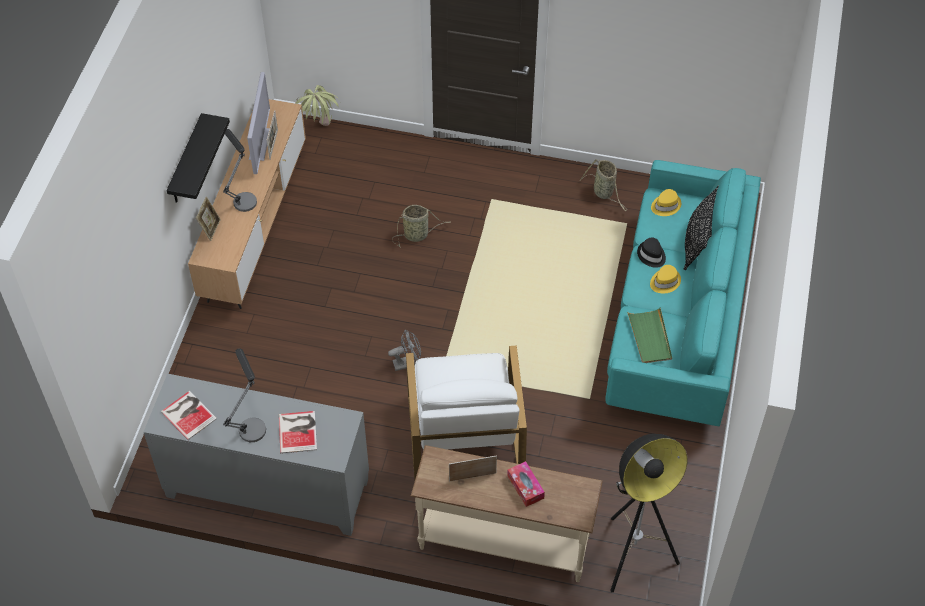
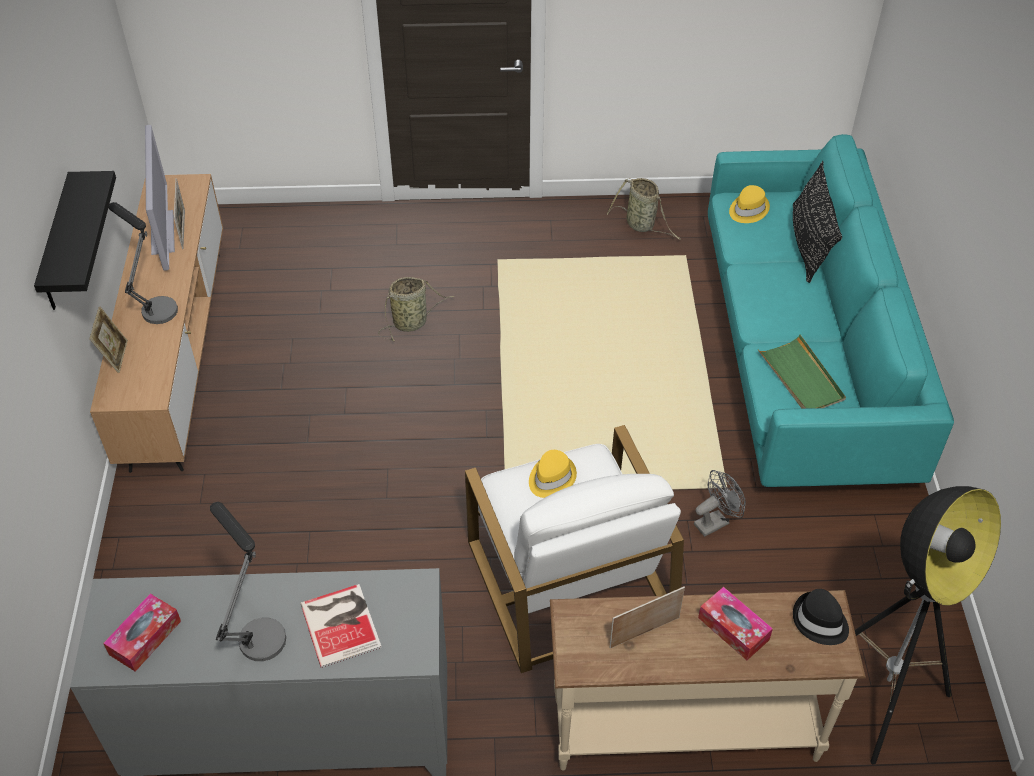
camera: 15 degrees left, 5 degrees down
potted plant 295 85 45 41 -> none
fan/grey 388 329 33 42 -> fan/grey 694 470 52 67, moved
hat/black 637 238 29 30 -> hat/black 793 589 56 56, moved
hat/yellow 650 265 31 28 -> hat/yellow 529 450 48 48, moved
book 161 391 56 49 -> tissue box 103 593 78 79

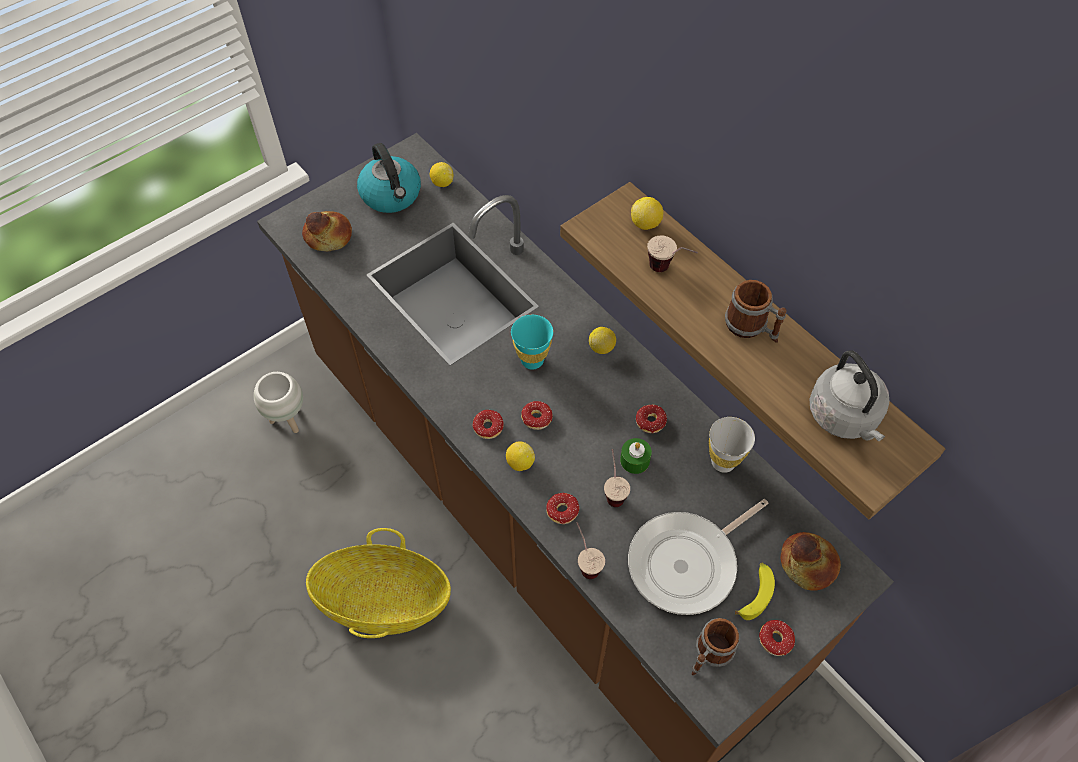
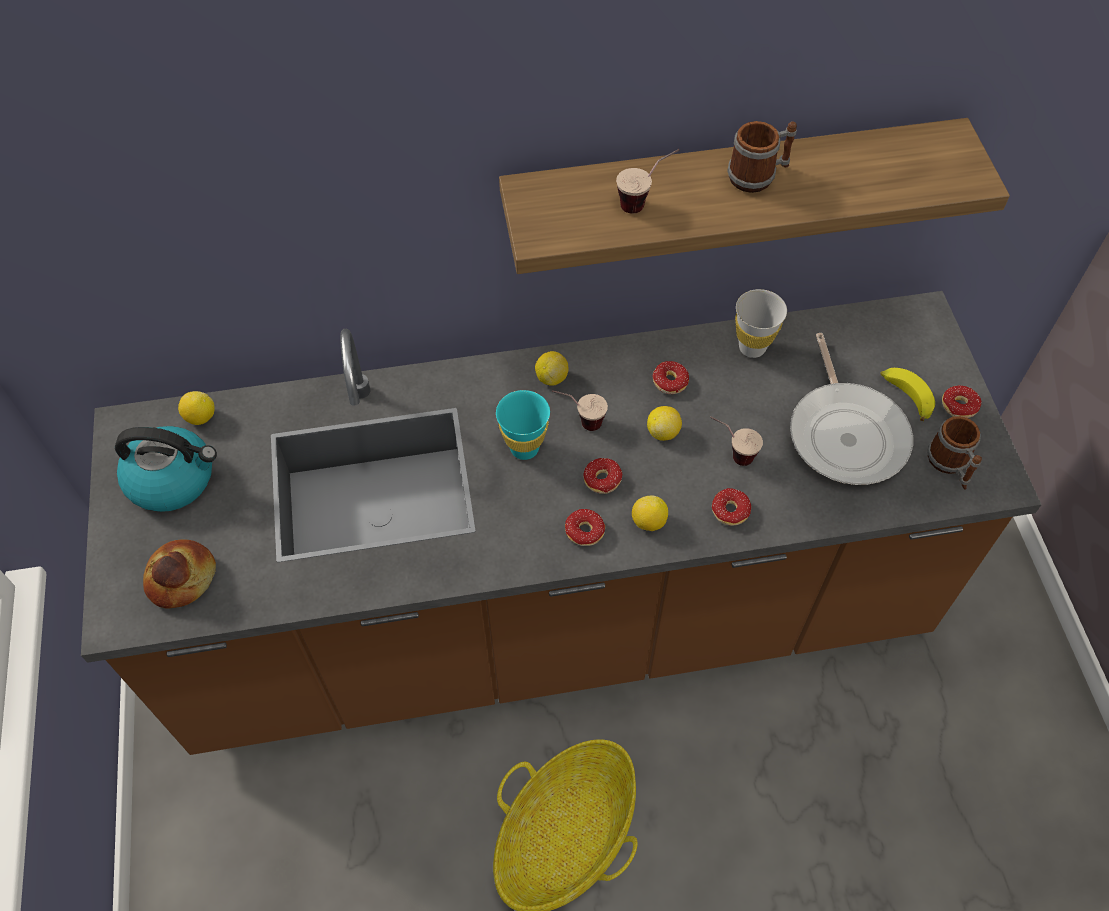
camera: 60 degrees left, 0 degrees up
planter/white 254 372 49 61 -> none
candle/green 620 438 32 36 -> none
bread 780 532 61 59 -> none
kettle/grey 810 350 79 91 -> none
cup 576 522 29 57 -> cup 552 390 56 41, moved
lemon 631 197 32 33 -> lemon 647 406 35 35, moved

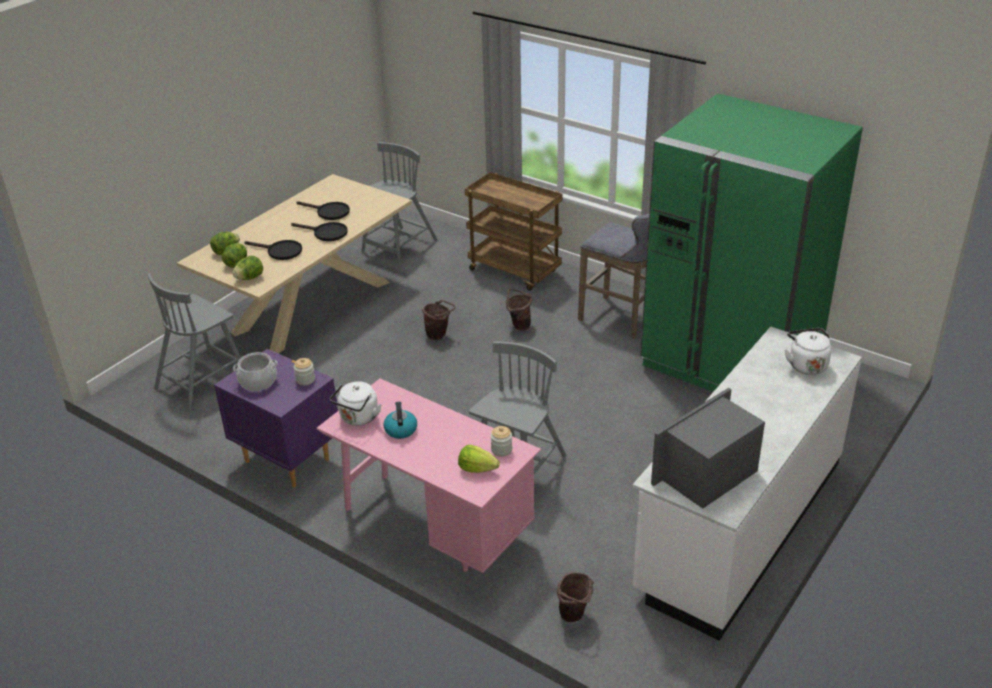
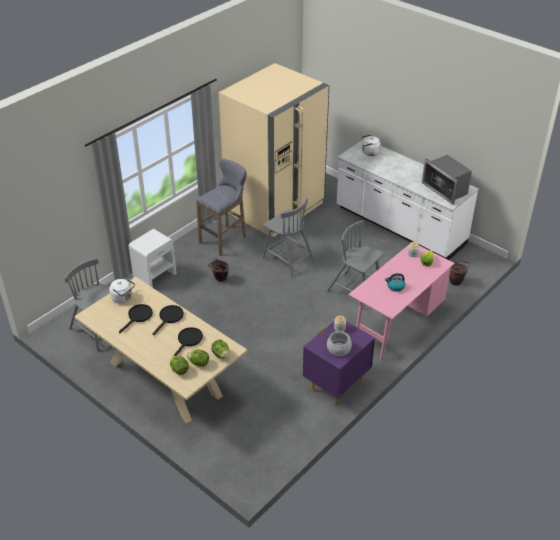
camera: 85 degrees left, 5 degrees up
bucket/brown 422 300 33 40 -> none
chair/grey 148 273 93 138 -> chair/grey 262 198 54 79, moved
kettle/white 330 381 51 45 -> kettle/white 109 278 26 26, moved
cart/brown 465 172 97 119 -> nightstand/white 129 229 48 59
fridge/green 640 93 223 299 -> fridge/beige 219 63 110 174

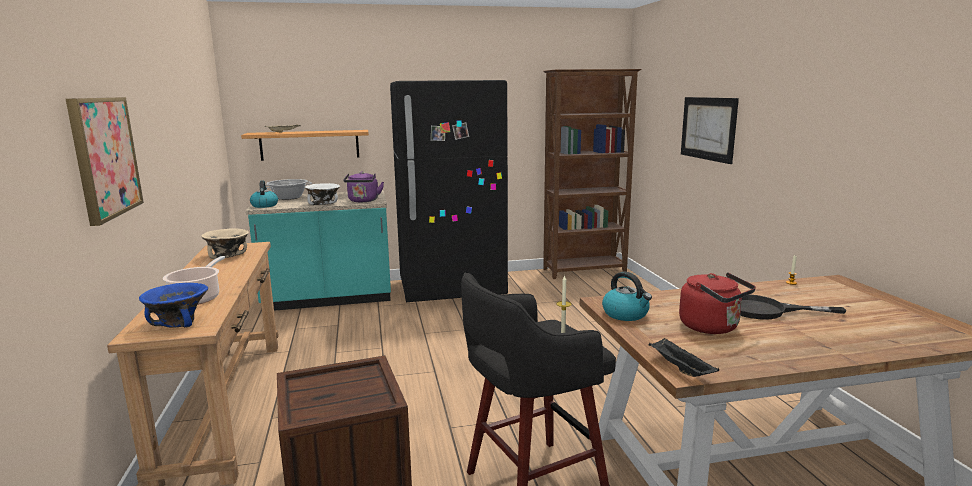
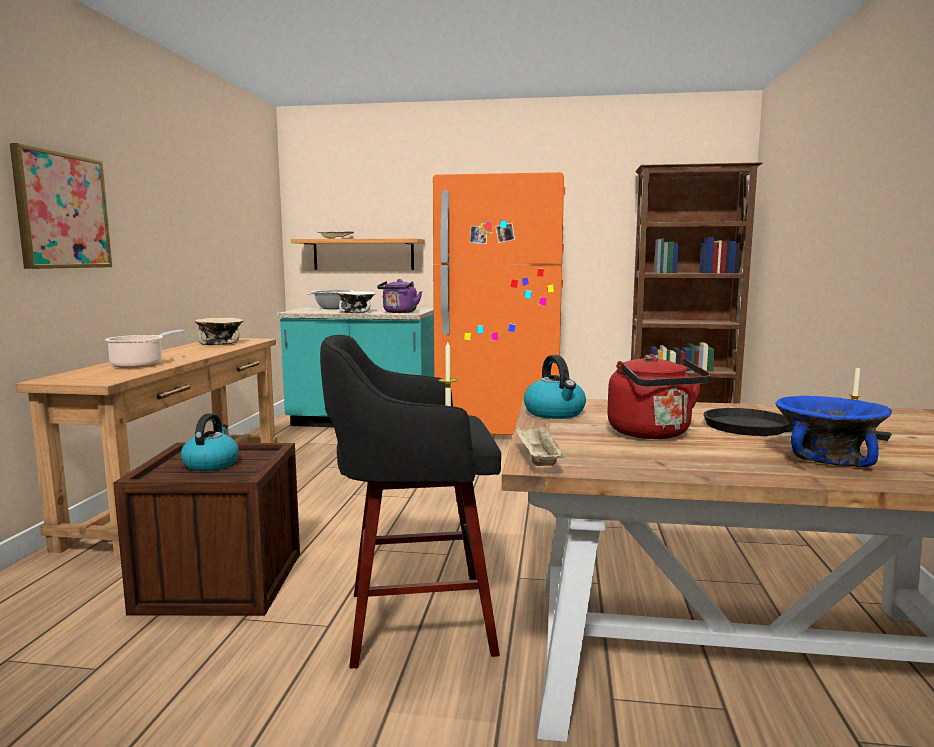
camera: 20 degrees right, 5 degrees down
picture 681 97 58 67 -> none
bowl/blue 139 283 69 45 -> bowl/blue 775 396 117 72, moved
kettle 250 180 28 28 -> kettle 180 413 59 58, moved
fridge/black 390 80 118 222 -> fridge/orange 433 172 132 263
tray/black 649 338 70 39 -> tray/beige 514 424 51 42

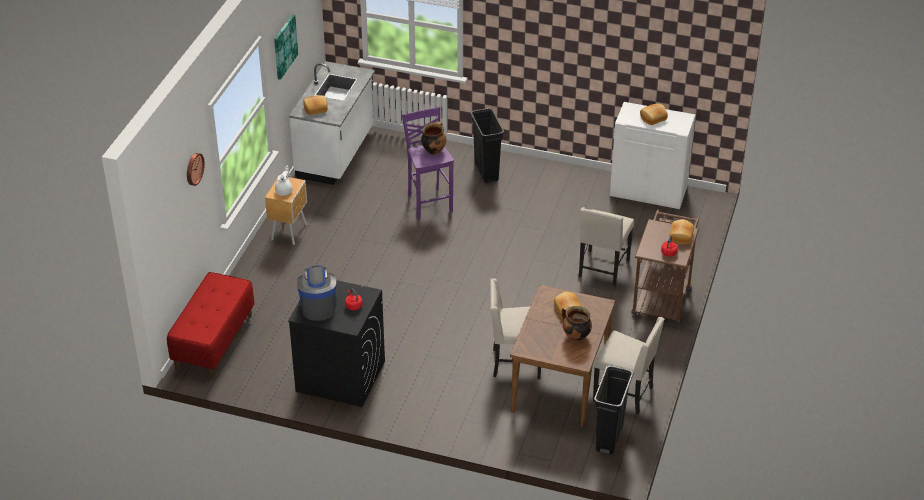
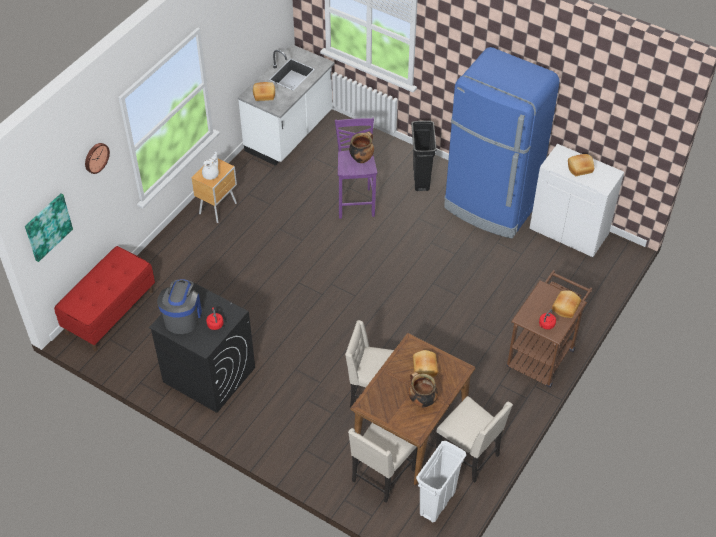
camera: 15 degrees right, 10 degrees up
none -> fridge/blue 444 47 116 191
picture 274 14 24 66 -> picture 25 194 48 68, moved
chair/beige 579 207 55 79 -> chair/beige 348 423 70 80, moved
trash can/black 594 365 40 89 -> trash can/white 416 441 50 81

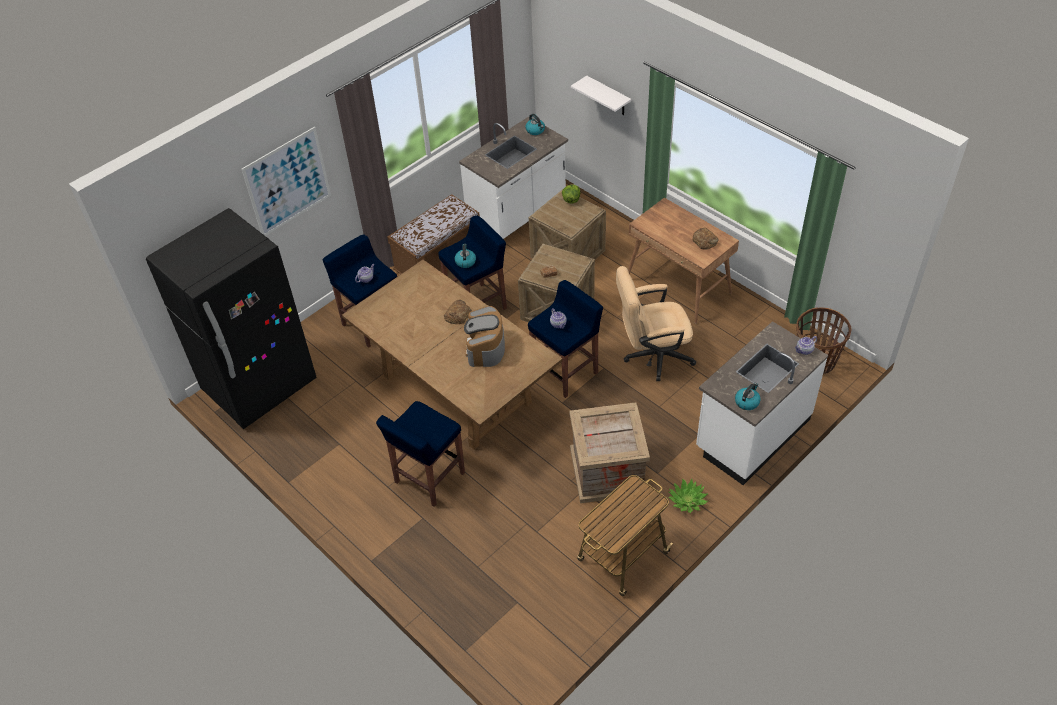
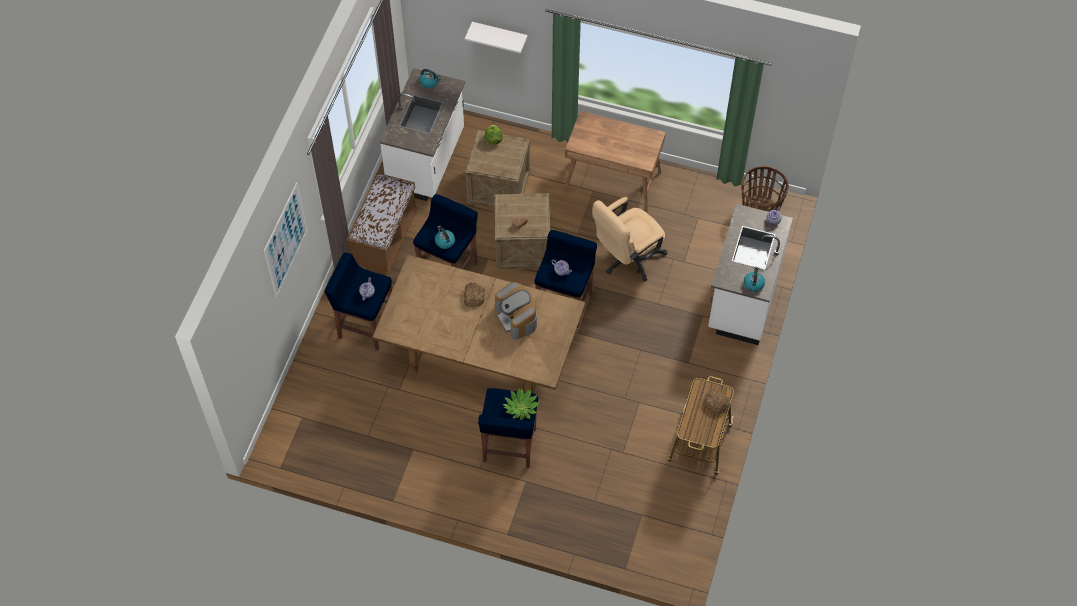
camera: 30 degrees left, 10 degrees up
fridge/black 146 208 170 221 -> none
crate 569 402 81 101 -> none
potted plant 668 478 40 35 -> potted plant 502 388 38 32, moved
bread 693 227 26 23 -> bread 704 389 26 25, moved

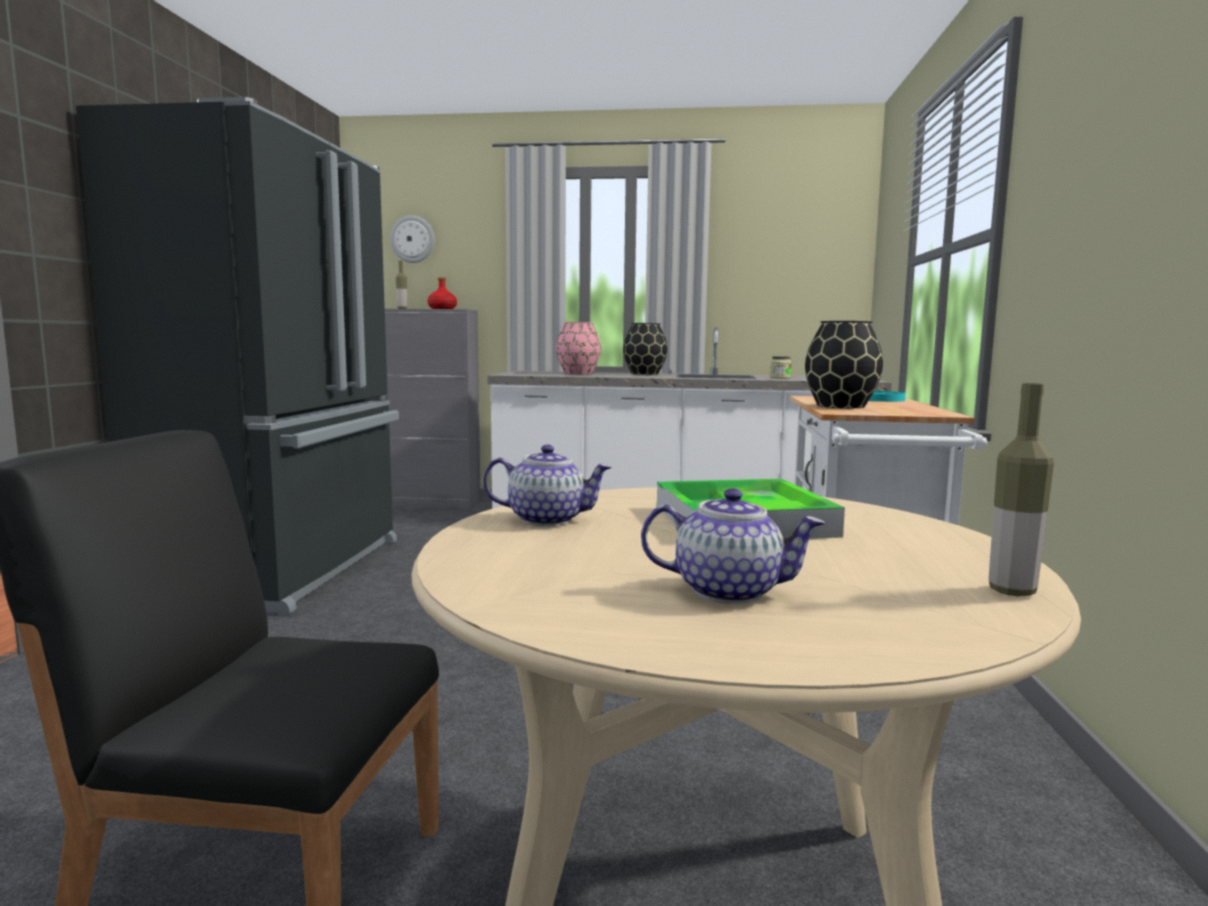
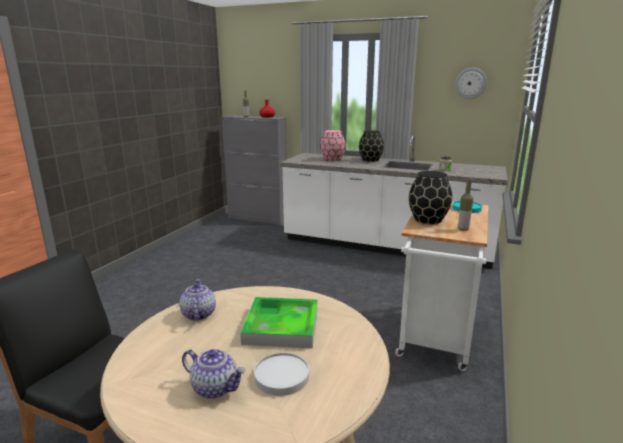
camera: 15 degrees right, 10 degrees up
fridge/black 76 97 323 517 -> none
none -> plate/white 254 353 55 43
wall clock 390 215 45 48 -> wall clock 455 68 32 31, moved
bottle 989 383 65 213 -> bottle 458 180 15 51, moved
teapot 483 445 129 81 -> teapot 179 279 37 42, 120 degrees counterclockwise

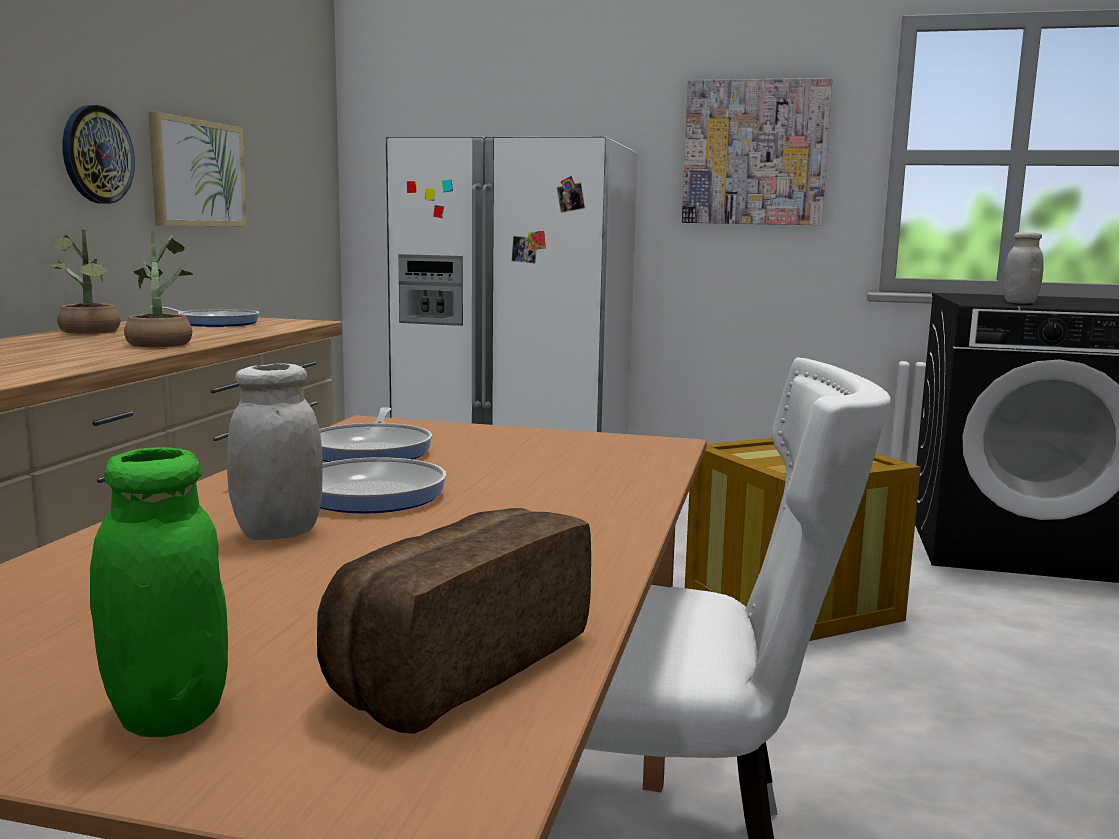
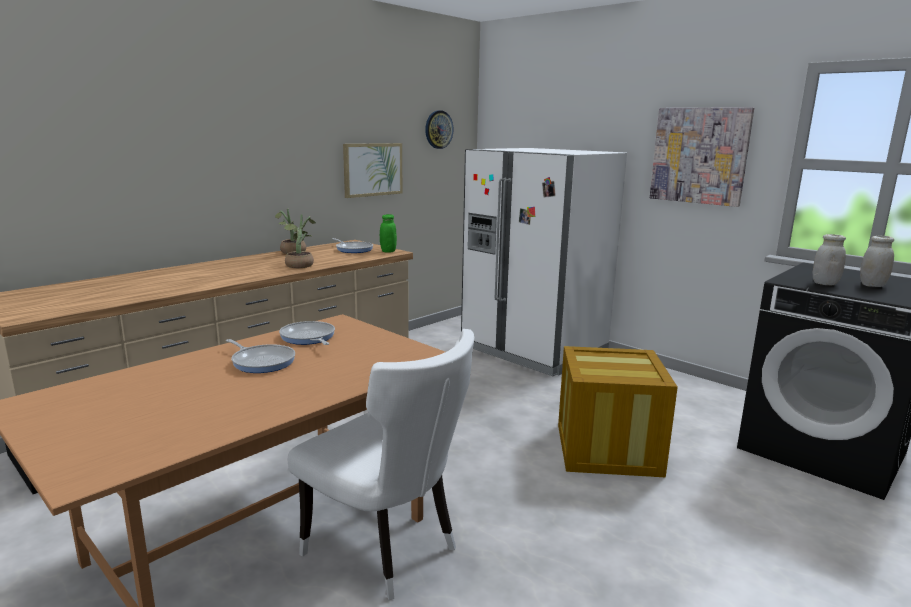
camera: 30 degrees right, 5 degrees up
bread 317 508 274 226 -> none
wall clock 62 105 73 99 -> wall clock 425 110 29 39, moved
jar/green 90 447 138 290 -> jar/green 380 214 17 39, moved
jar/white 227 364 96 176 -> jar/white 860 236 34 51, moved
frying pan 319 407 113 55 -> frying pan 279 321 56 24, 120 degrees clockwise

